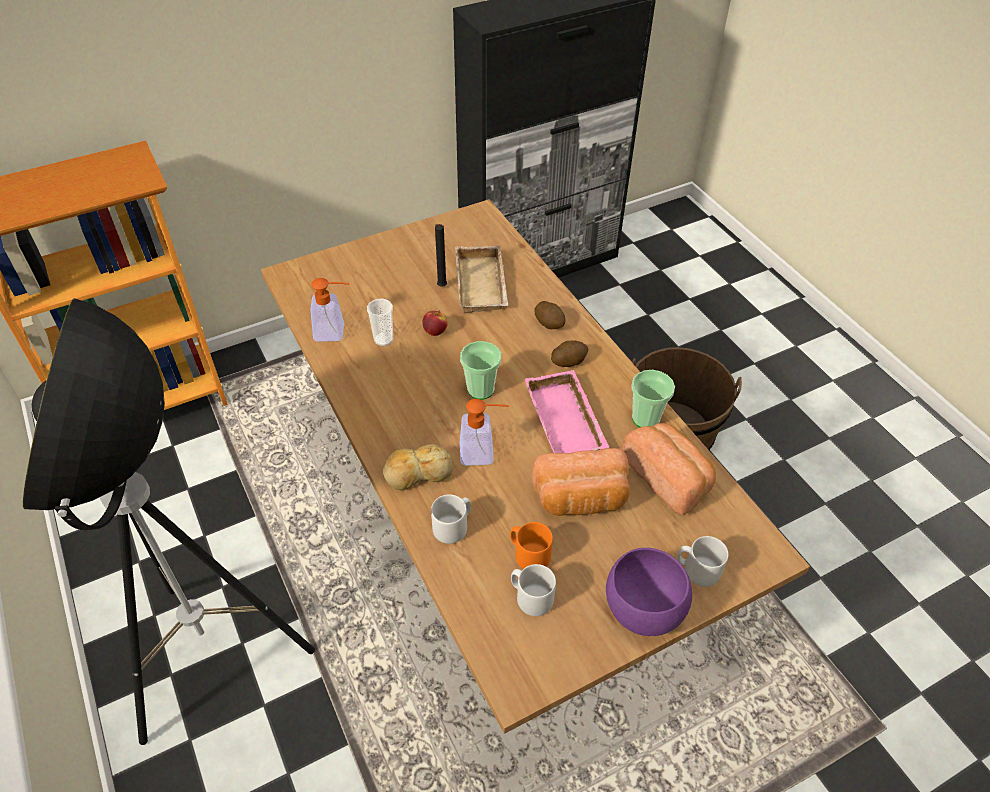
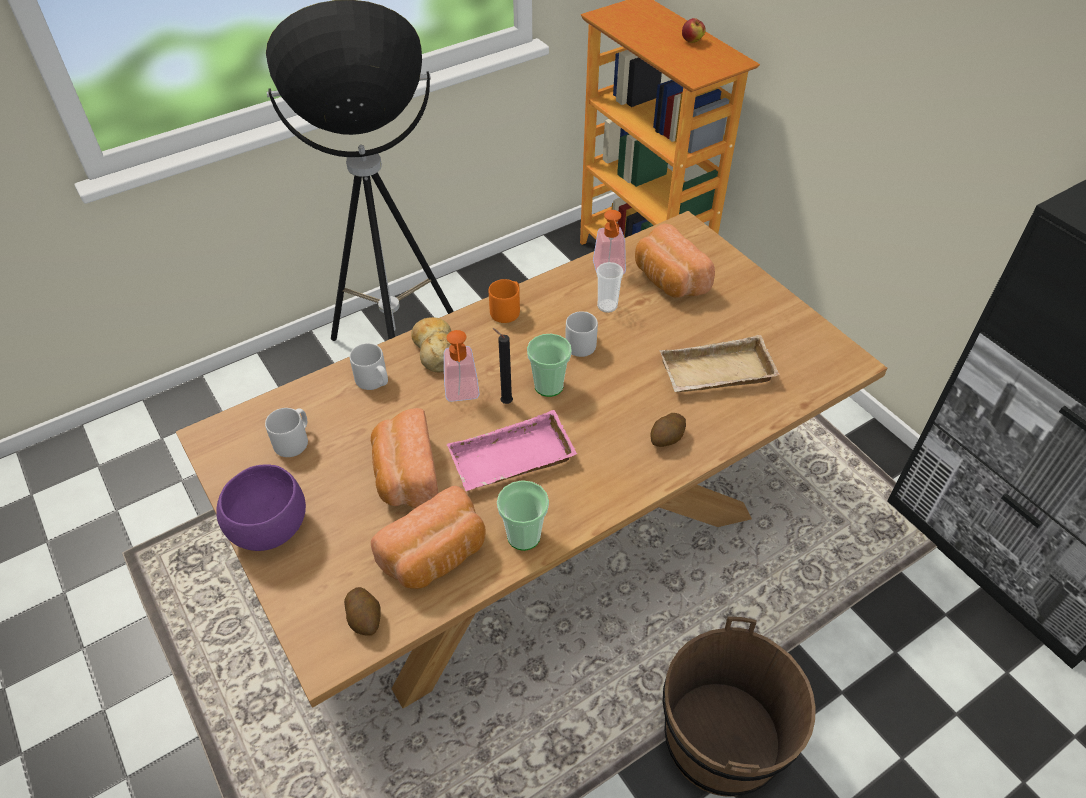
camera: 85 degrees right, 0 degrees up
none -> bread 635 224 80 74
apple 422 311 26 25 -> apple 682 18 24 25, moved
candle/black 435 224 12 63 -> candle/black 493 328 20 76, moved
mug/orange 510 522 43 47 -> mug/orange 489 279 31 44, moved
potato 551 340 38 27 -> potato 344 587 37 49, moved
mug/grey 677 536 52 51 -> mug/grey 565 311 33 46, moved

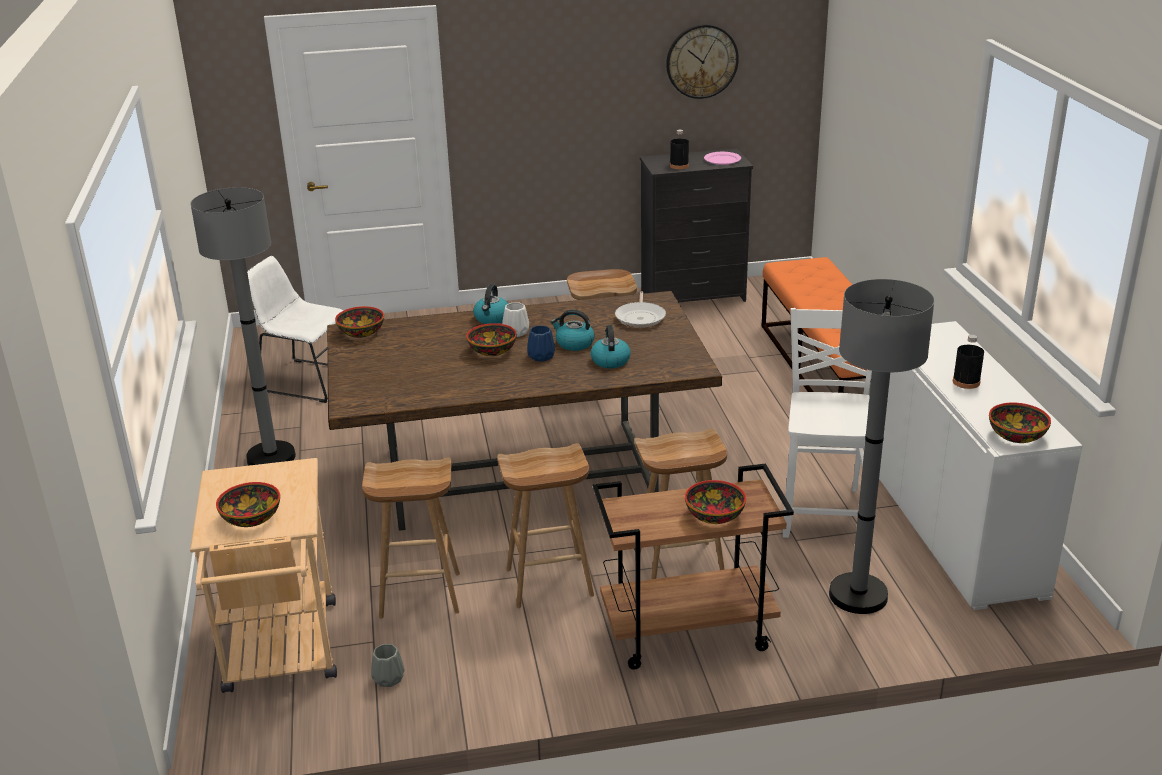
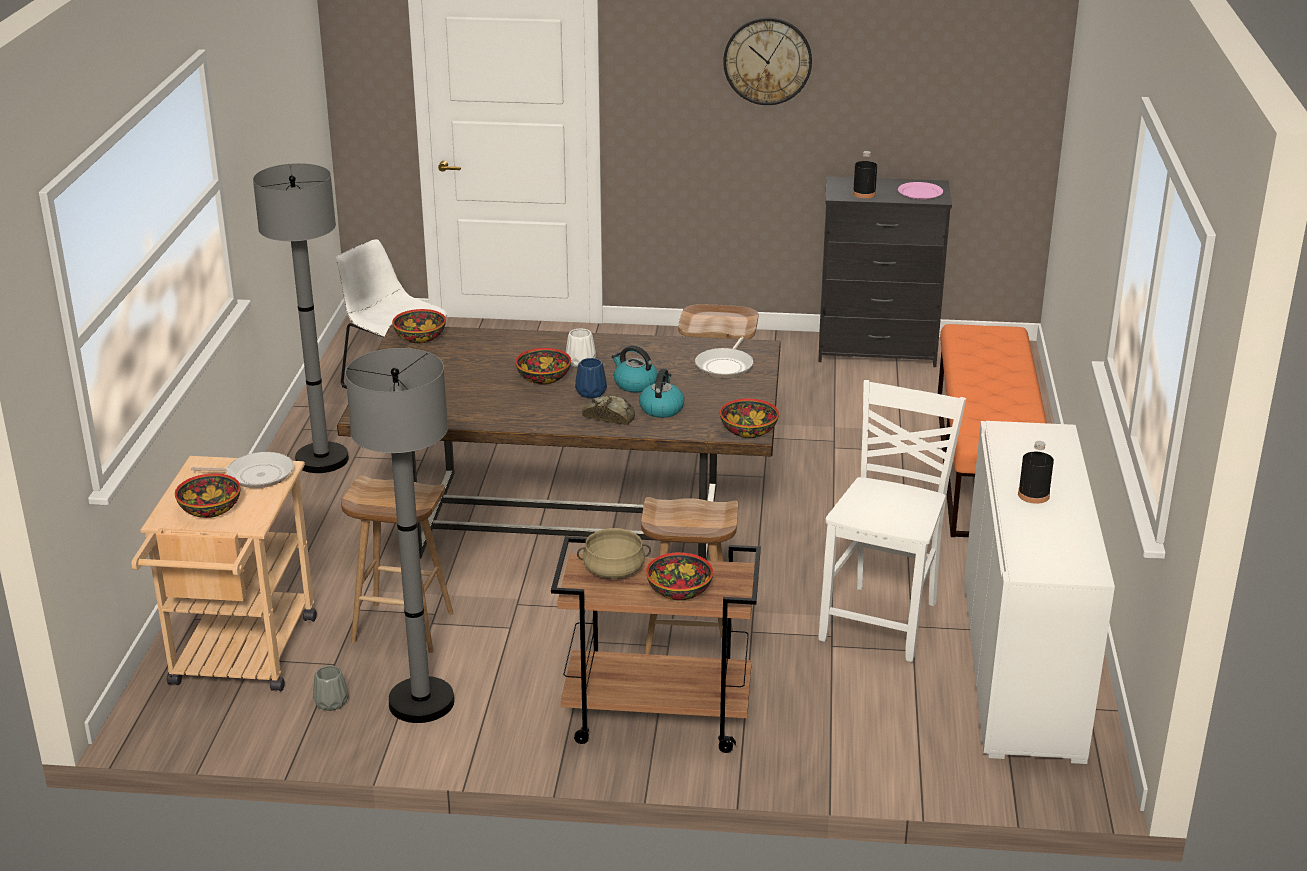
camera: 15 degrees right, 0 degrees up
kettle 473 284 36 40 -> none
stool/brown 497 443 97 165 -> none
none -> frying pan 191 452 103 36
none -> cooking pot/beige 577 528 74 50
none -> bread 582 395 53 30
wall clock 666 24 73 75 -> wall clock 723 17 89 88, moved
floor lamp/grey 829 279 105 335 -> floor lamp/grey 345 348 109 375, moved
bowl 989 402 62 41 -> bowl 720 399 59 39, moved

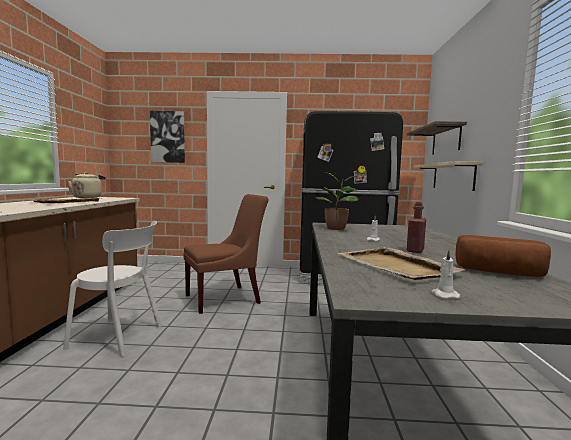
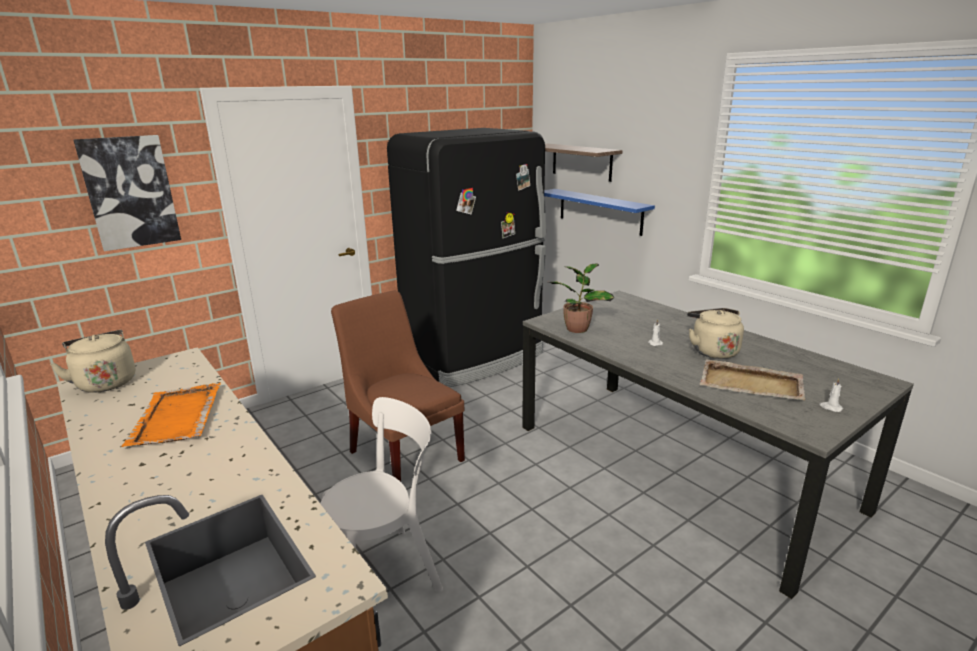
camera: 40 degrees left, 15 degrees up
bread 456 235 95 42 -> none
bottle/red 407 202 19 51 -> kettle/beige 687 308 57 51
shelf/beige 413 161 70 30 -> shelf/blue 544 189 111 47
chair/brown 184 194 85 120 -> chair/brown 331 290 134 192, 60 degrees counterclockwise

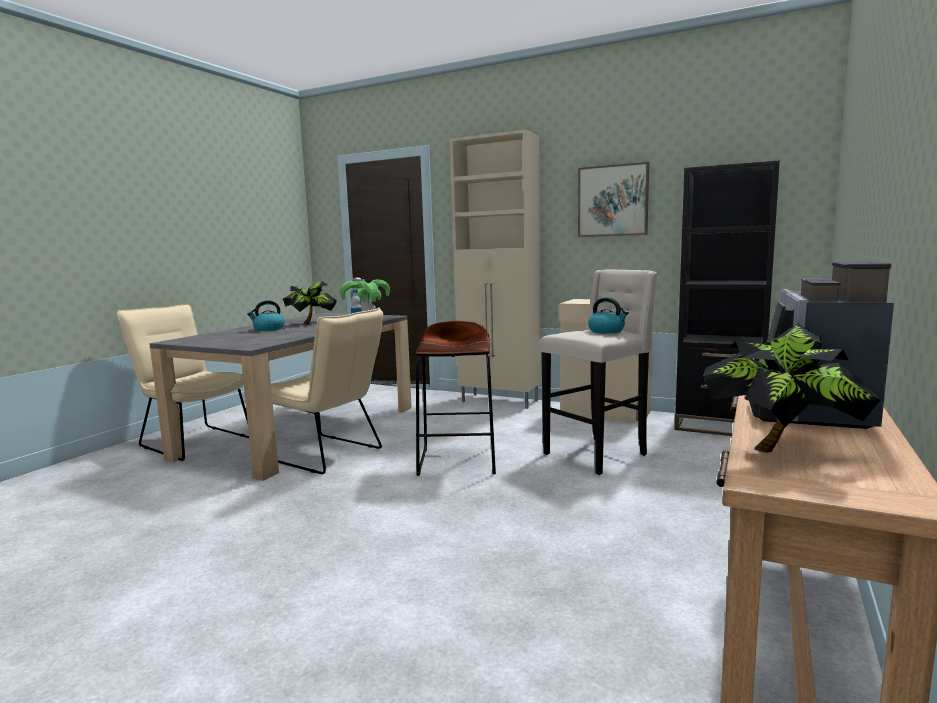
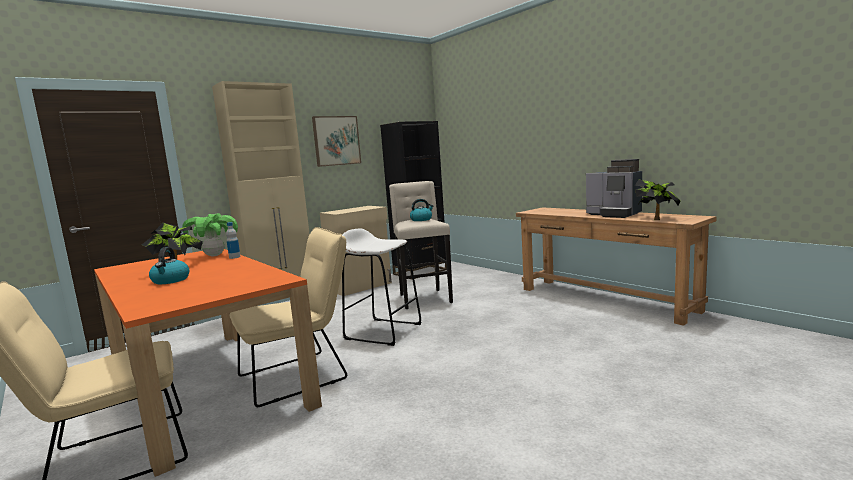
camera: 65 degrees left, 0 degrees up
dining table/grey 149 313 263 168 -> dining table/orange 94 249 228 228
stool/brown 416 321 80 155 -> stool/white 342 229 80 117

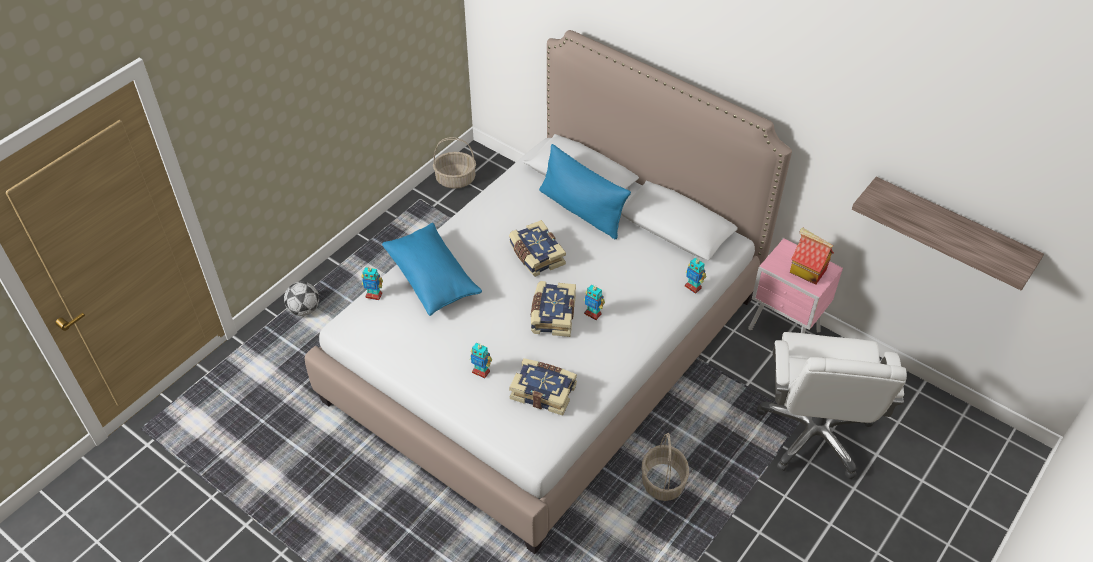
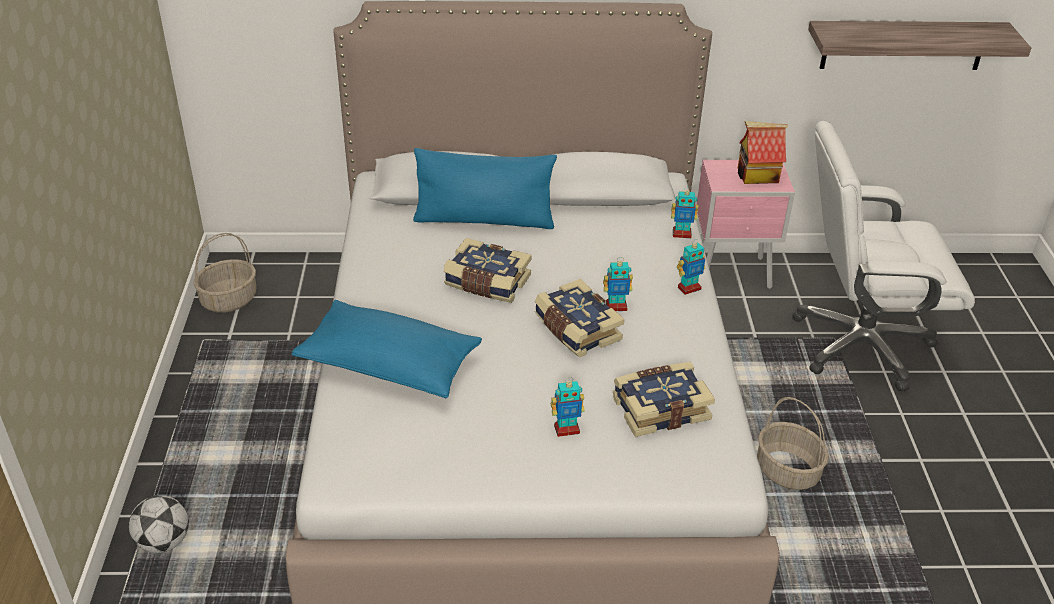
camera: 40 degrees left, 10 degrees down
toy robot 362 266 21 34 -> toy robot 677 239 28 56, moved
office chair/white 757 332 150 147 -> office chair/white 792 121 183 270, 120 degrees clockwise

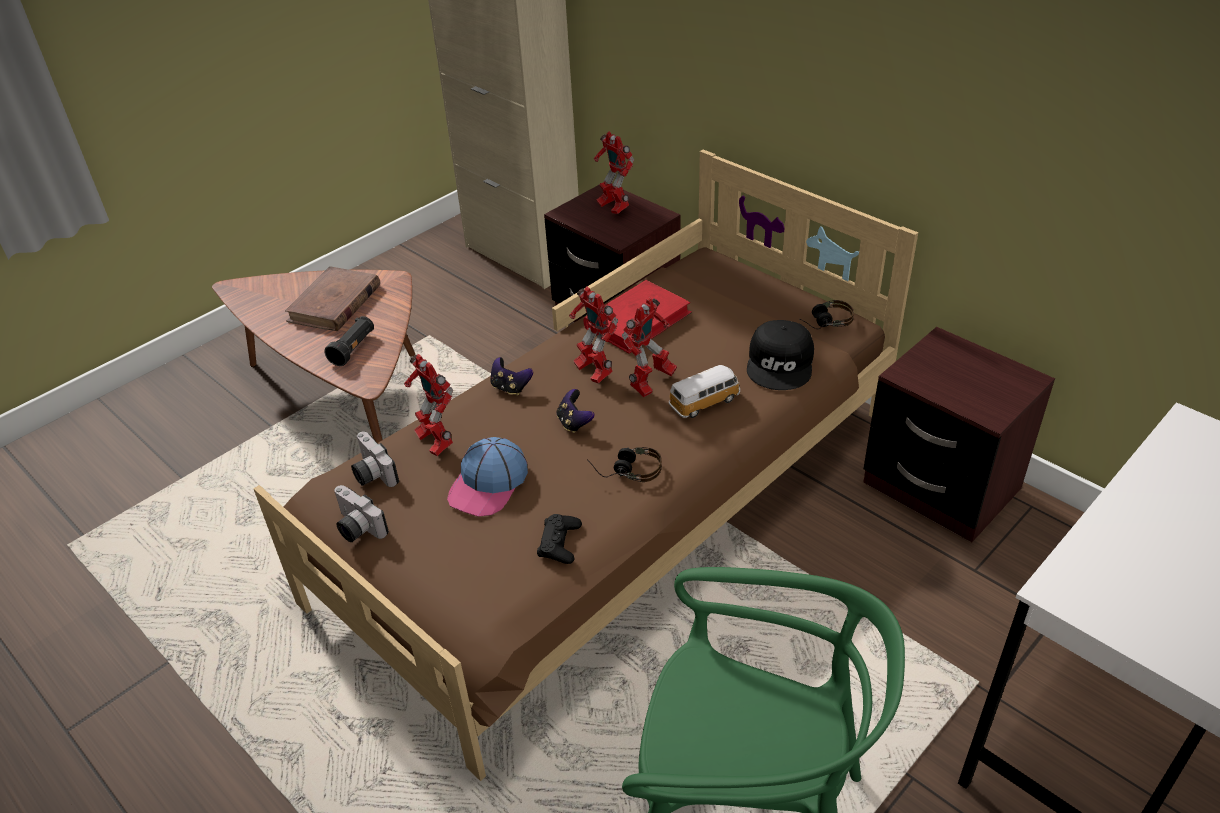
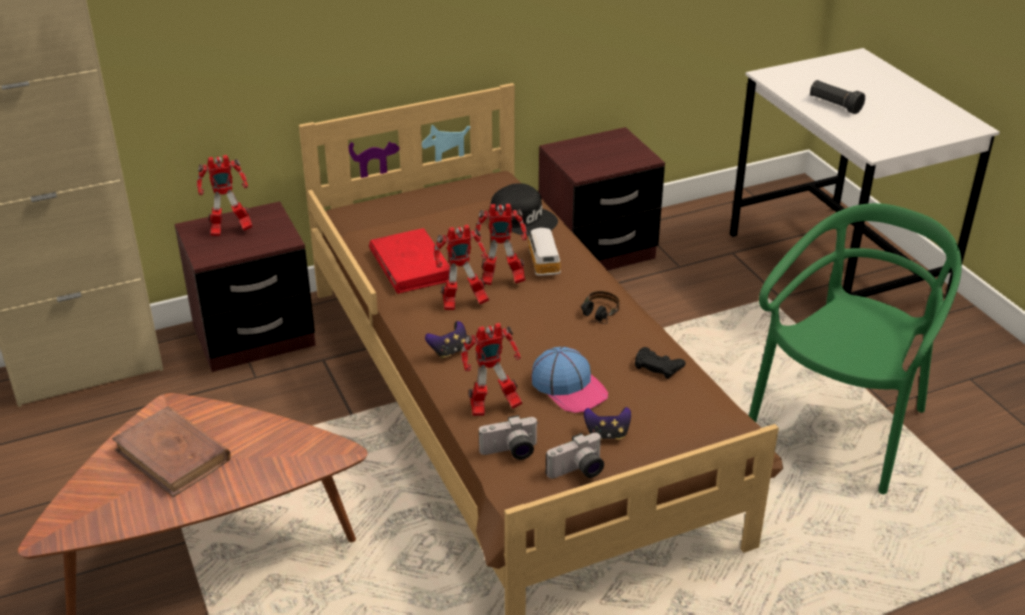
camera: 70 degrees left, 5 degrees down
headphones 799 300 55 29 -> none
flashlight/black 324 316 50 50 -> flashlight/black 810 80 55 34, moved
game controller 557 389 38 44 -> game controller 584 407 47 33, moved
toy robot 622 297 55 101 -> toy robot 475 204 52 81, 120 degrees clockwise

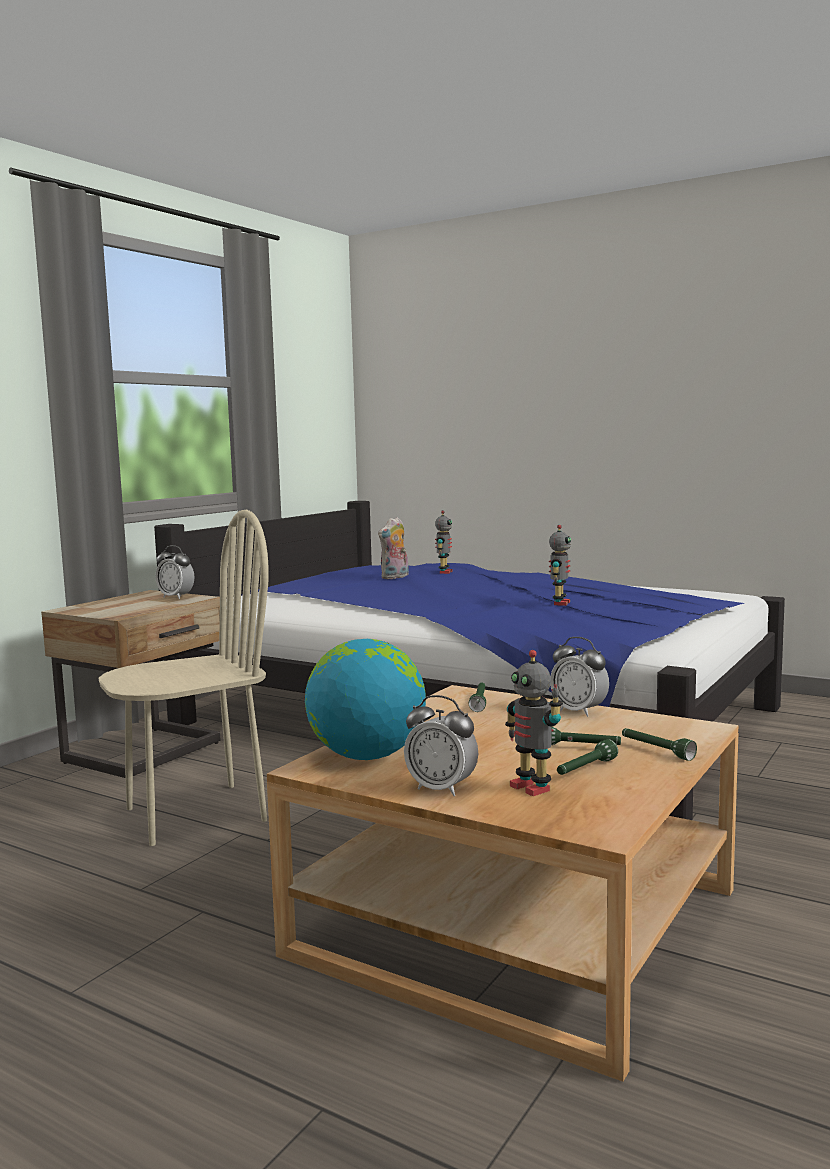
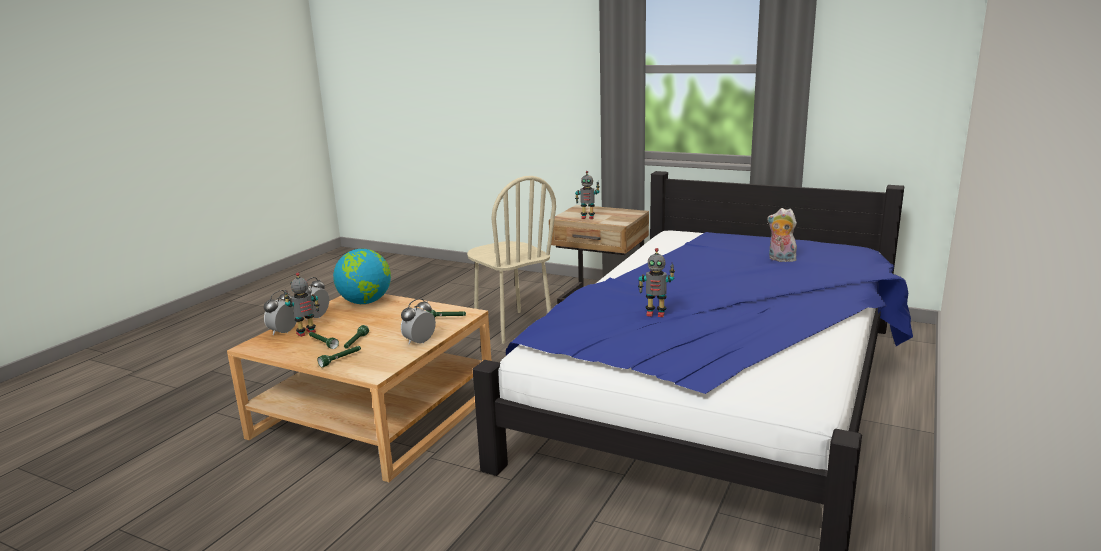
camera: 85 degrees right, 10 degrees up
alarm clock 156 545 39 54 -> alarm clock 264 290 33 45, moved
toy robot 435 510 18 64 -> toy robot 575 171 25 48, moved

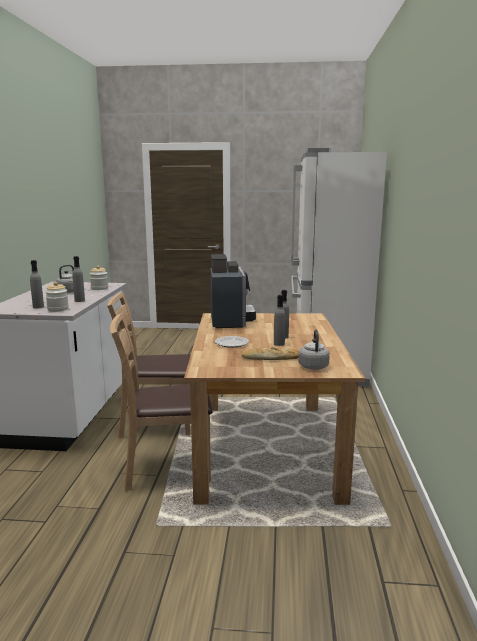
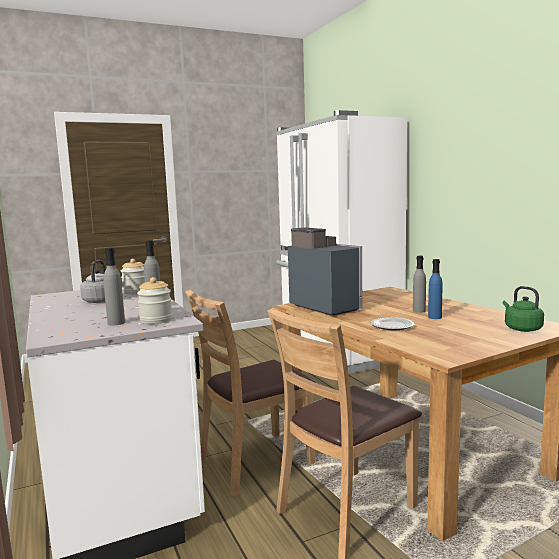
camera: 30 degrees left, 5 degrees down
bread 242 347 57 13 -> none
bottle/grey 274 295 11 51 -> bottle/blue 428 259 14 60
kettle/grey 298 329 32 41 -> kettle/green 503 286 41 46

